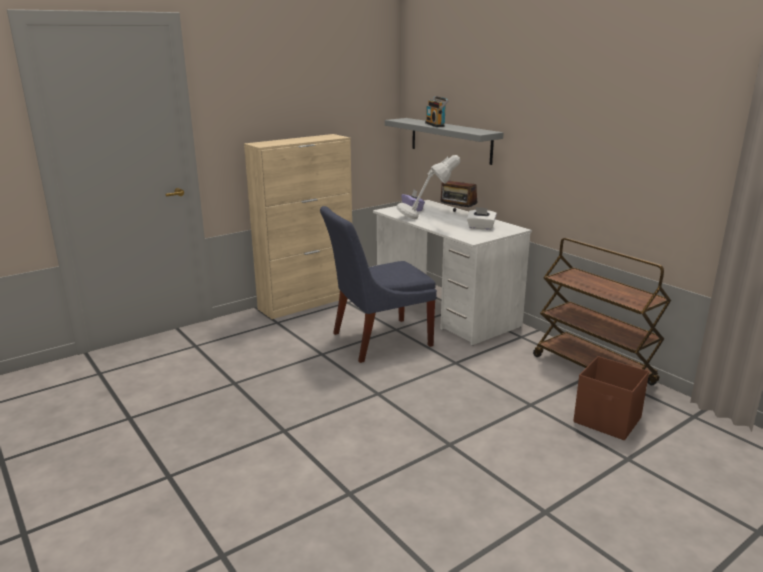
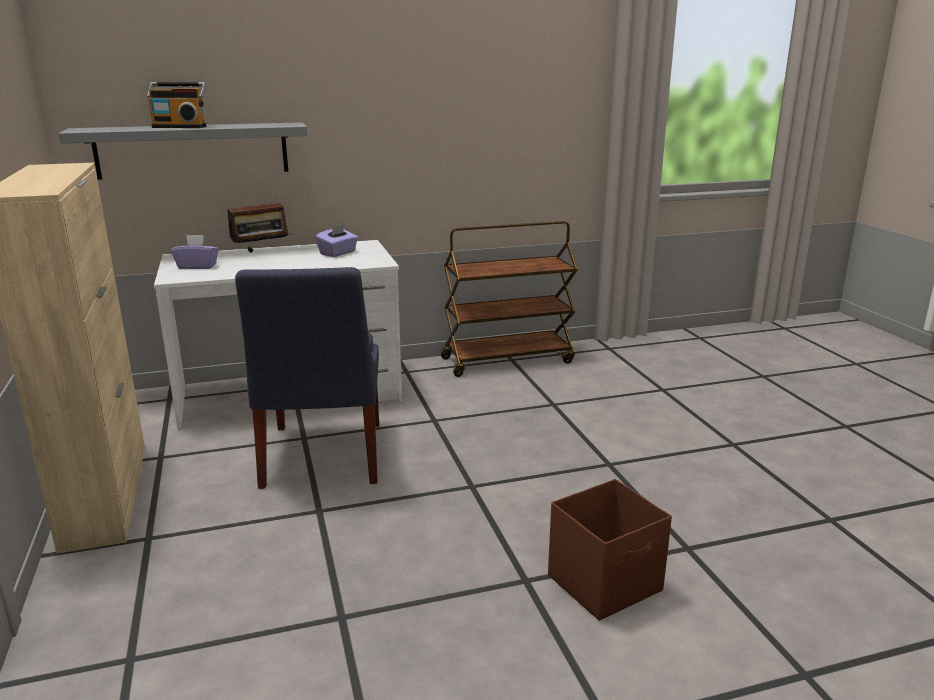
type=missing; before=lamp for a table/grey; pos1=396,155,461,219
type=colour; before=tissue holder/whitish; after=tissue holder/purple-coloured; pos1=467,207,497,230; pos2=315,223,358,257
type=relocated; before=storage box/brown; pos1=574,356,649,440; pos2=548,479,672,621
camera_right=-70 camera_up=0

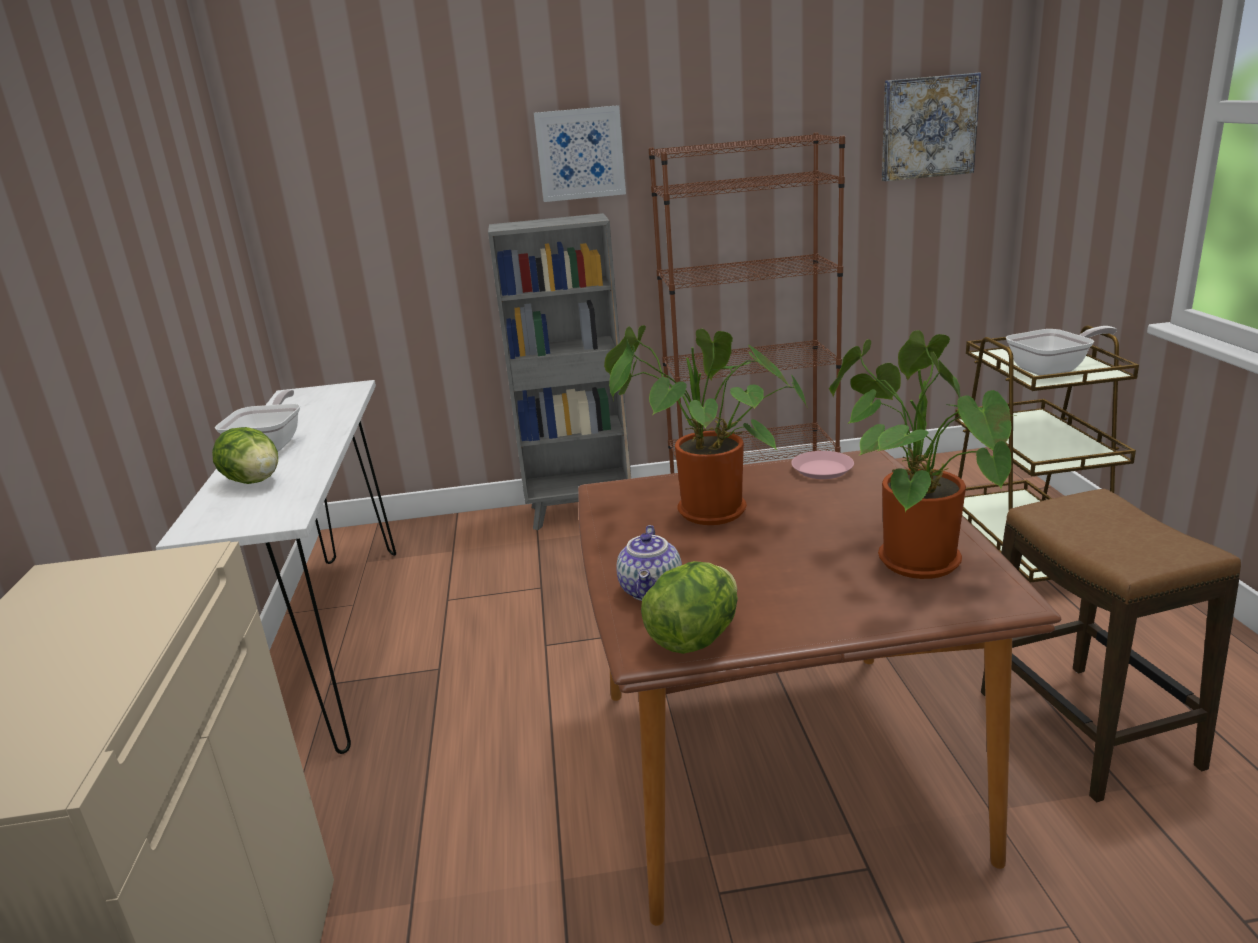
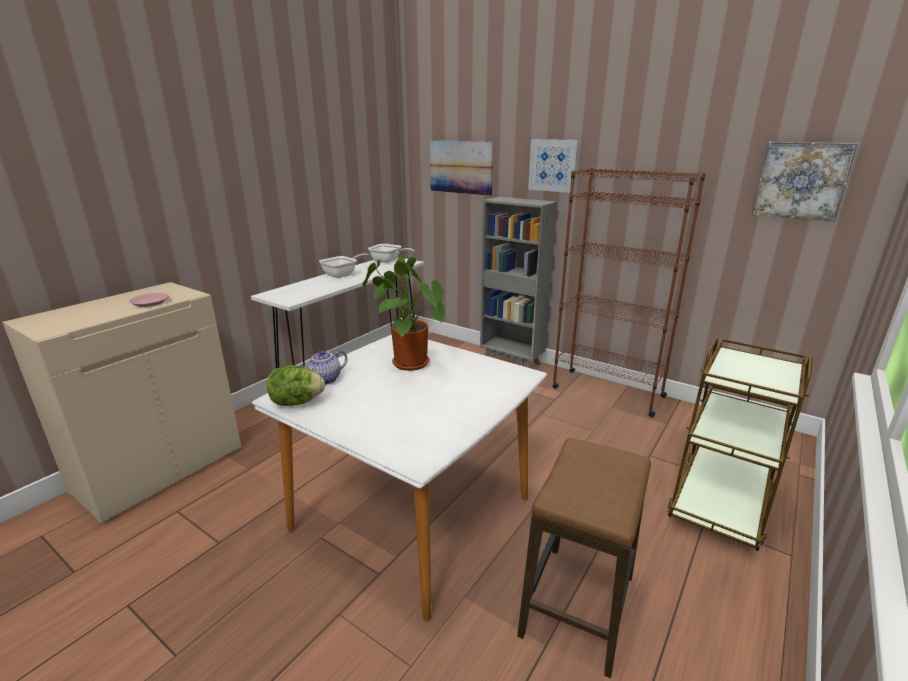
type=missing; before=head of lettuce; pos1=212,427,278,484
type=colour; before=dining table/brown; after=dining table/whitish; pos1=578,449,1061,926; pos2=252,335,547,621
type=relocated; before=dinner plate/pink-coloured; pos1=791,451,854,479; pos2=129,293,169,307
type=missing; before=houseplant; pos1=829,330,1015,579
type=relocated; before=skillet; pos1=1006,326,1117,375; pos2=368,244,415,263
type=appeared; after=wall picture; pos2=430,141,493,196
camera_right=40 camera_up=0

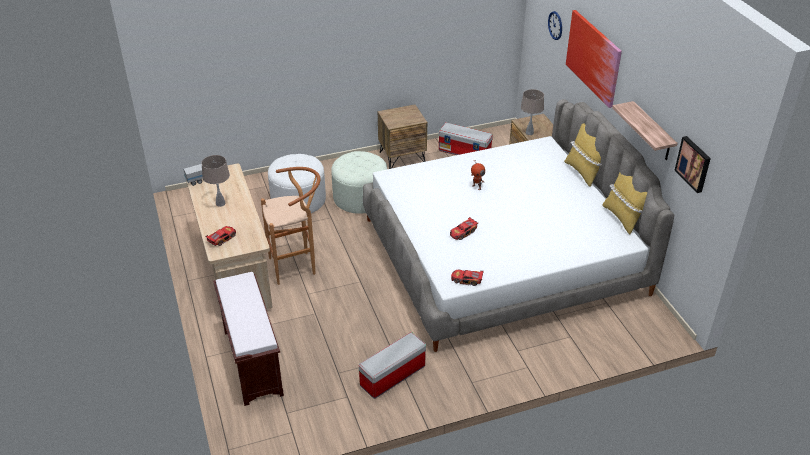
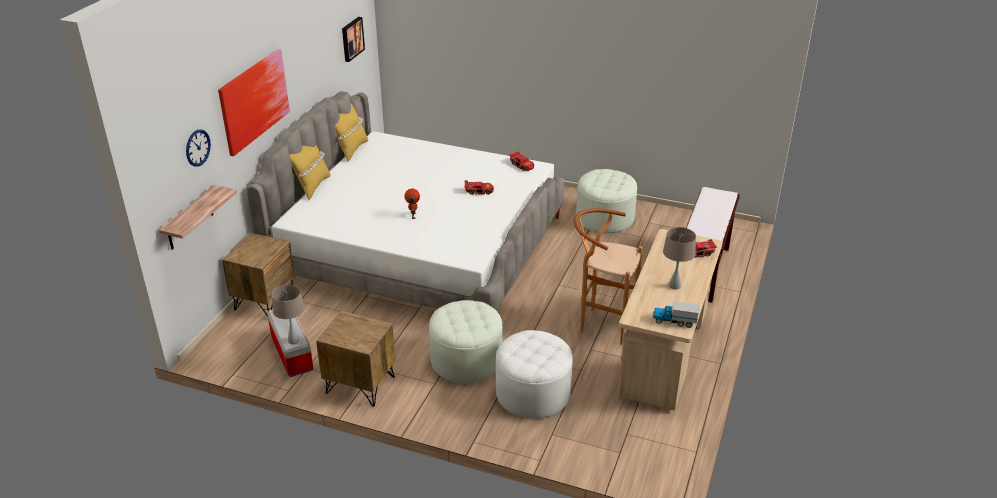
type=exchanged; before=storage box; after=pouffe/whitish; pos1=359,332,426,399; pos2=576,169,637,233
type=relocated; before=lamp for a table/beige-coloured; pos1=521,89,544,135; pos2=272,285,305,344
type=relocated; before=bracket shelf; pos1=612,101,678,160; pos2=158,185,237,249
camera_right=-140 camera_up=-5

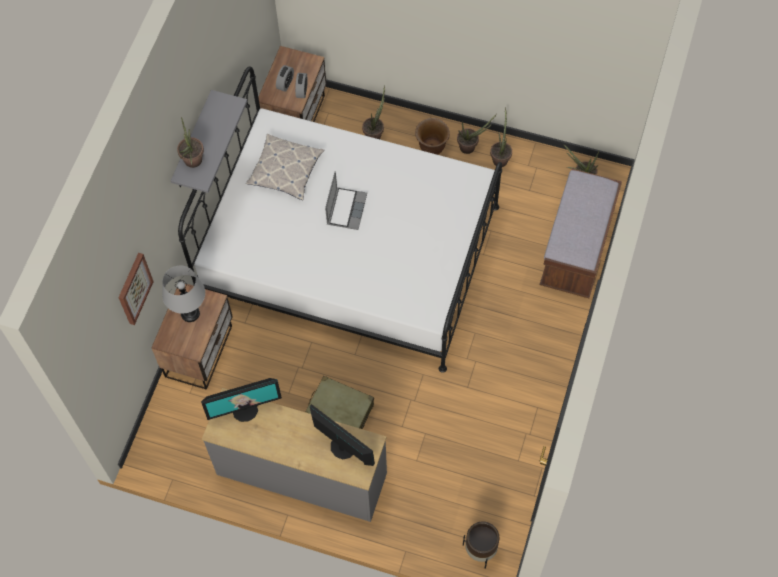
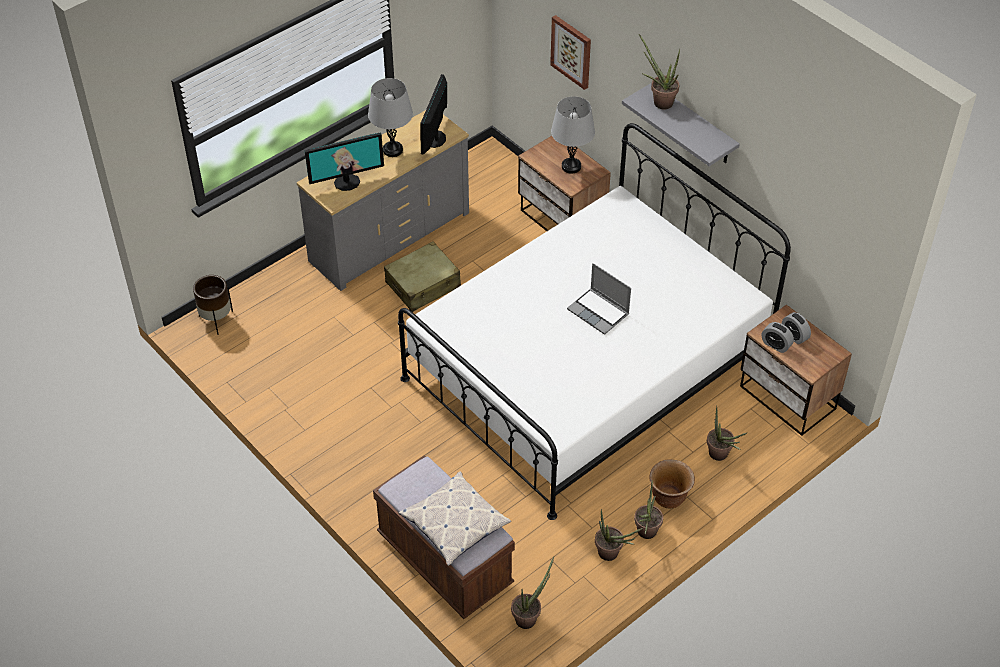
type=relocated; before=throw pillow; pos1=246,134,324,200; pos2=399,471,511,566
type=appeared; after=lamp for a table/grey; pos2=368,78,413,157
camera_right=120 camera_up=-15

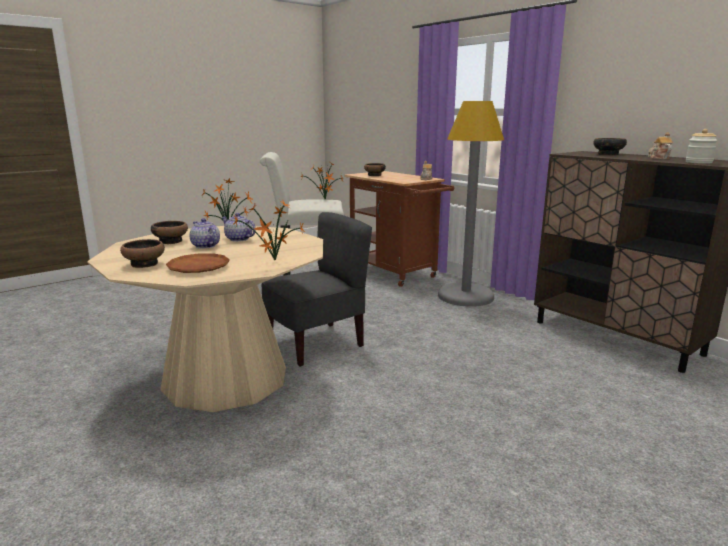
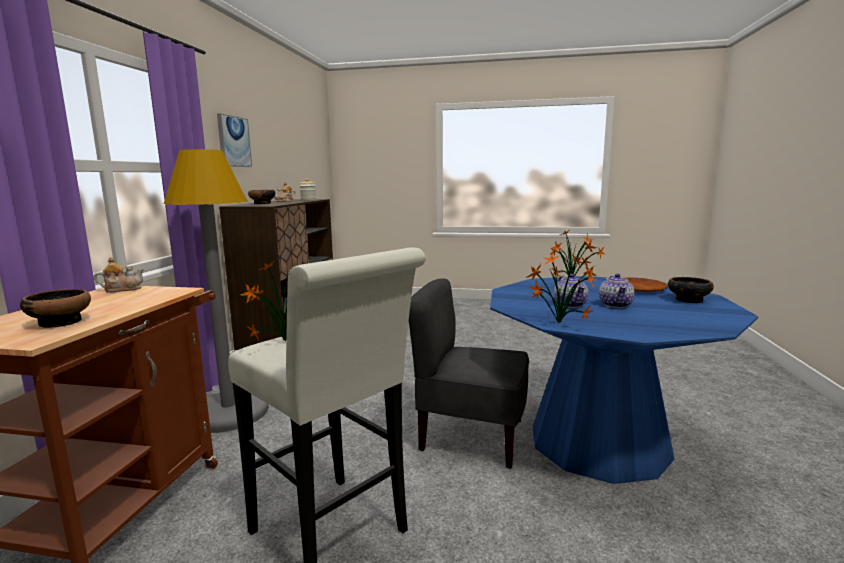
type=colour; before=dining table/beige-coloured; after=dining table/bluish; pos1=87,226,323,412; pos2=490,276,758,484
type=missing; before=deep dish; pos1=151,221,188,244
type=appeared; after=wall picture; pos2=217,113,252,167
camera_right=-130 camera_up=-5

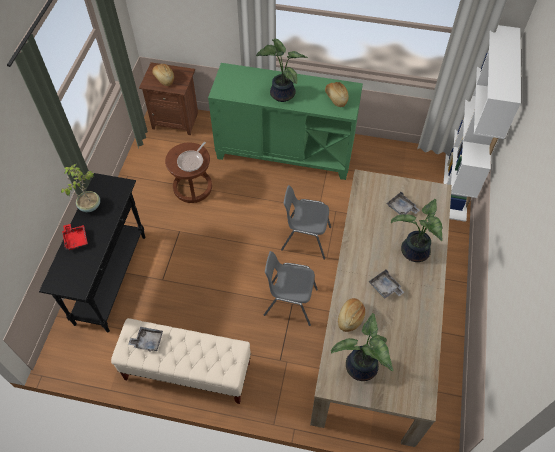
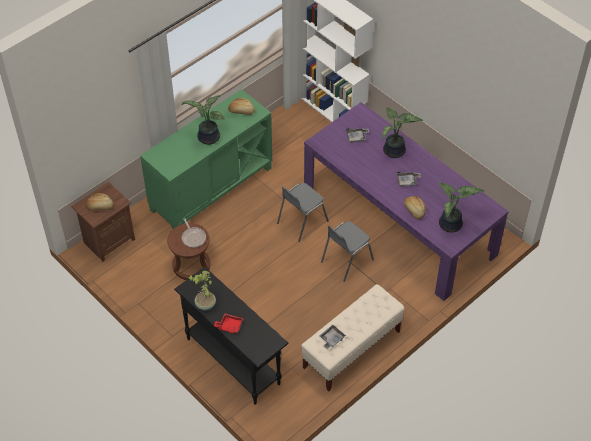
type=colour; before=dining table/beige-coloured; after=dining table/purple-coloured; pos1=310,169,452,447; pos2=304,102,509,301
camera_right=-55 camera_up=-5

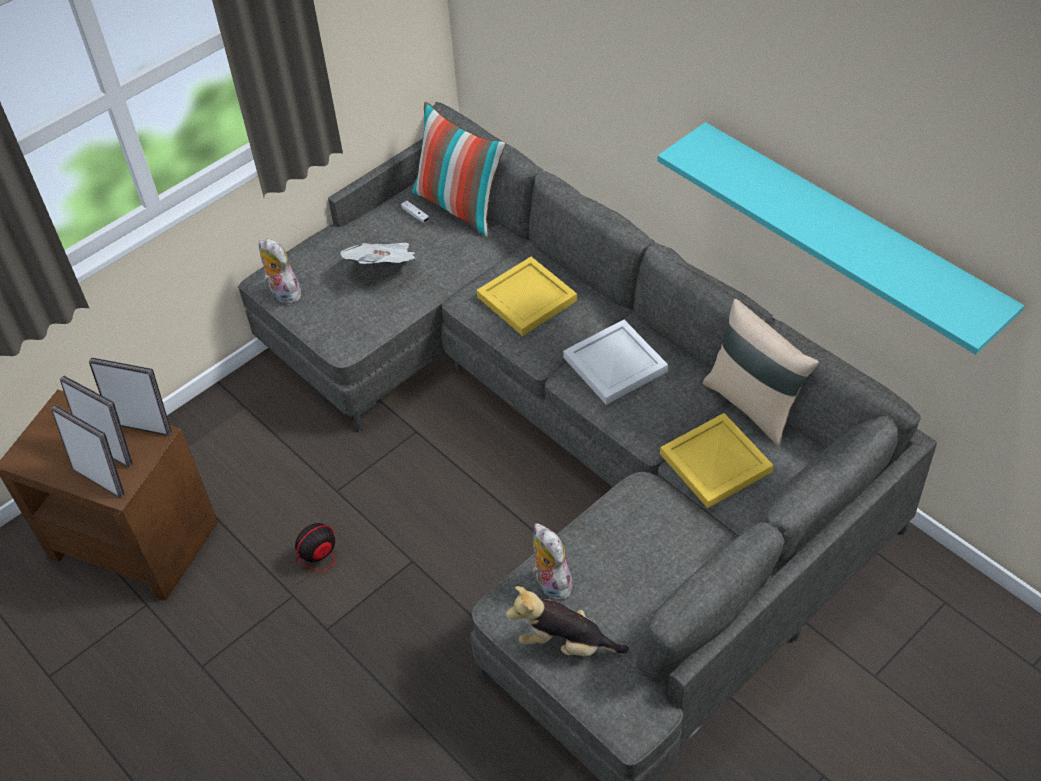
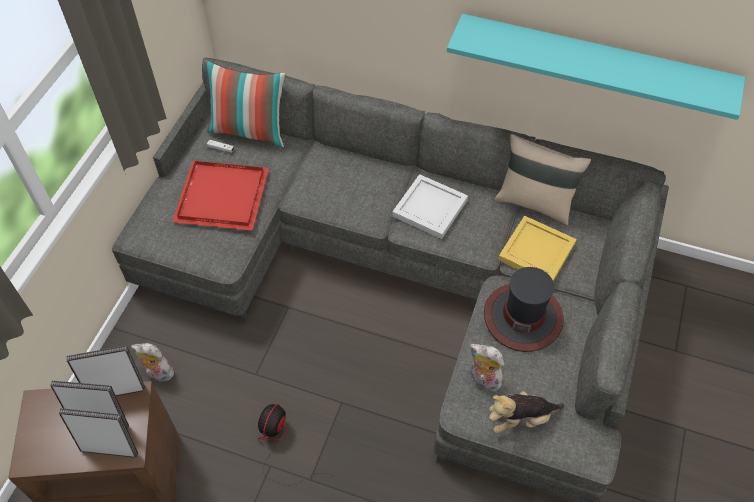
type=relocated; before=cuddly toy; pos1=259,239,305,304; pos2=131,343,174,382
type=exchanged; before=newspaper; after=carrying tray/red-coloured; pos1=340,242,415,264; pos2=172,161,269,231
type=missing; before=carrying tray/yellow; pos1=477,257,577,336
type=appeared; after=wearable hat; pos2=484,267,564,352
camera_right=-30 camera_up=5

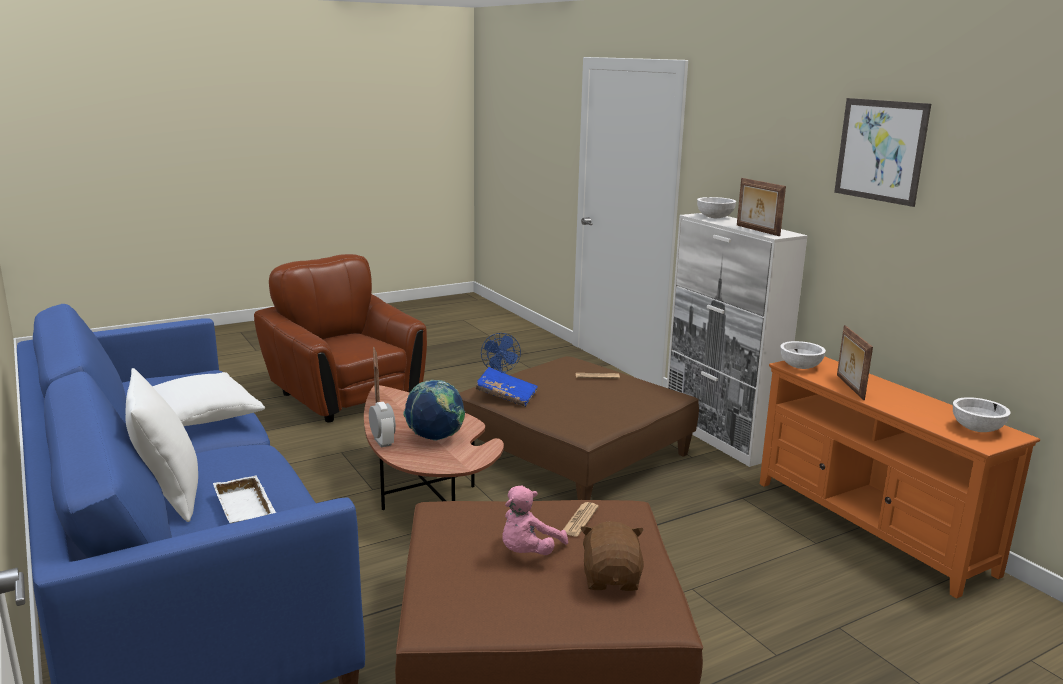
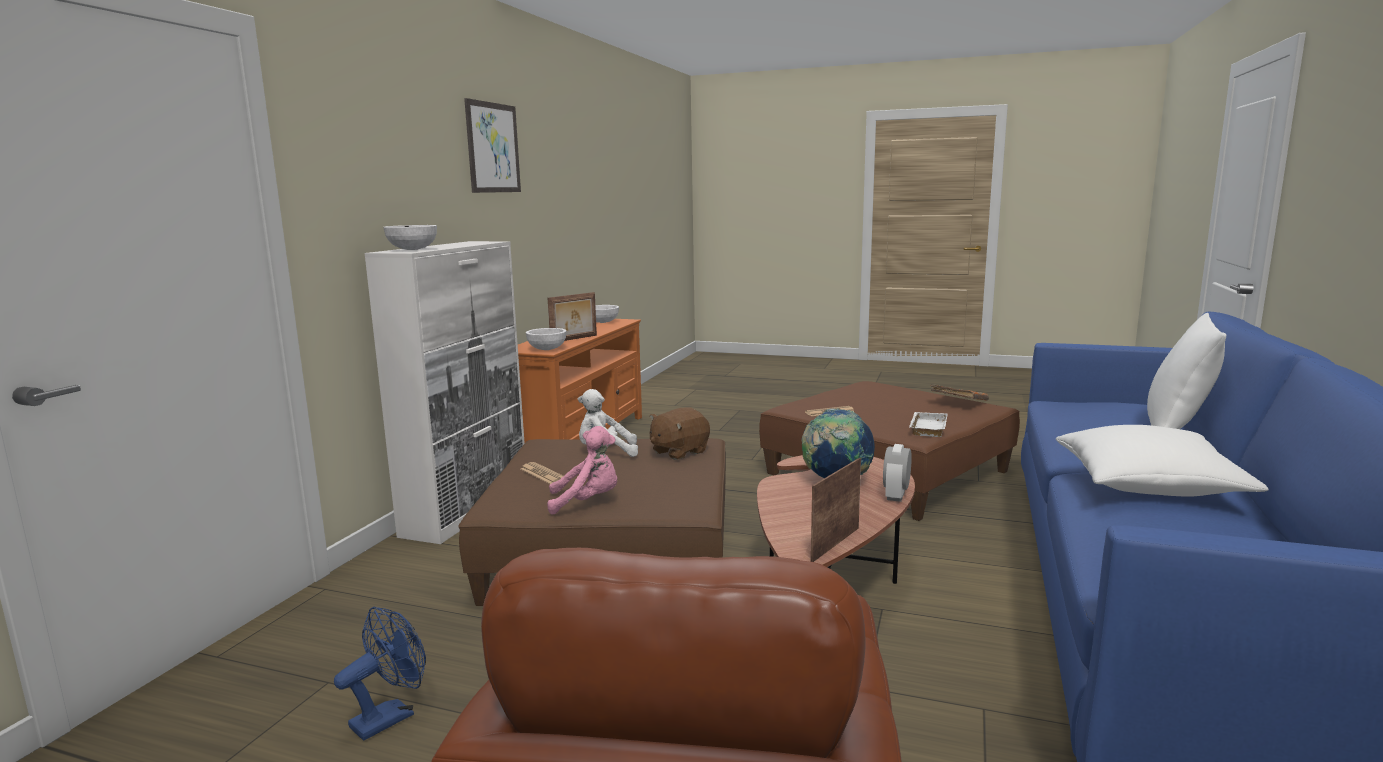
type=relocated; before=carrying tray/whitish; pos1=213,475,276,524; pos2=909,412,947,437
type=missing; before=book/bluish; pos1=475,367,538,407
type=relocated; before=cuddly toy/pink-coloured; pos1=502,485,568,555; pos2=547,426,617,515
type=relocated; before=cuddly toy/brown; pos1=580,521,644,591; pos2=650,407,710,460
type=missing; before=standing frame; pos1=737,178,786,236
type=appeared; after=cuddly toy/whitish; pos2=578,389,638,457
type=appeared; after=book/orangey; pos2=931,384,989,401
camera_right=-130 camera_up=-5

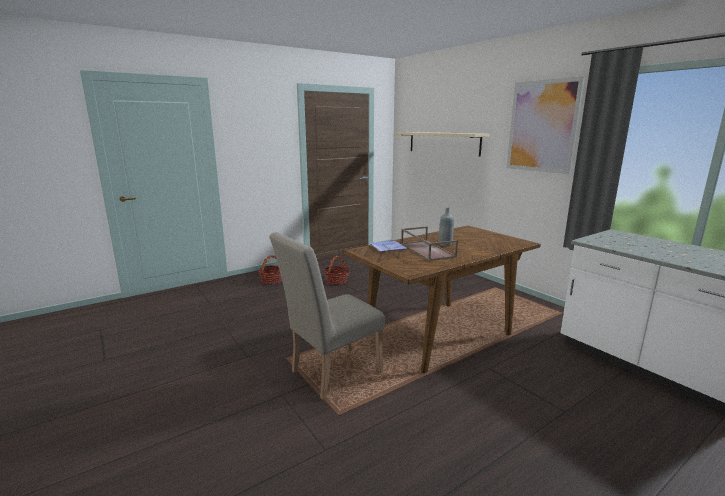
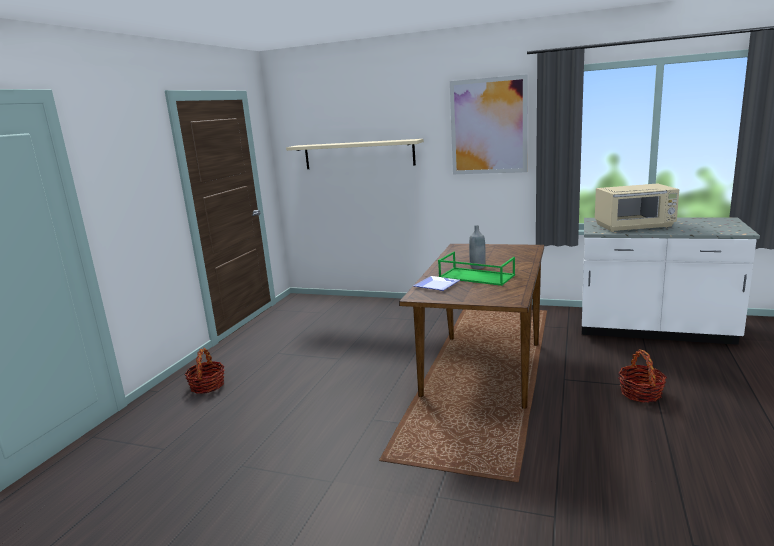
type=missing; before=chair/beige-coloured; pos1=269,232,385,401
type=relocated; before=household basket; pos1=324,256,349,285; pos2=618,349,667,403
type=colour; before=carrying tray/brown; after=carrying tray/greenish; pos1=401,226,458,261; pos2=438,252,515,286
type=appeared; after=kitchen microwave/beige-coloured; pos2=595,183,679,232
camera_right=-35 camera_up=0

